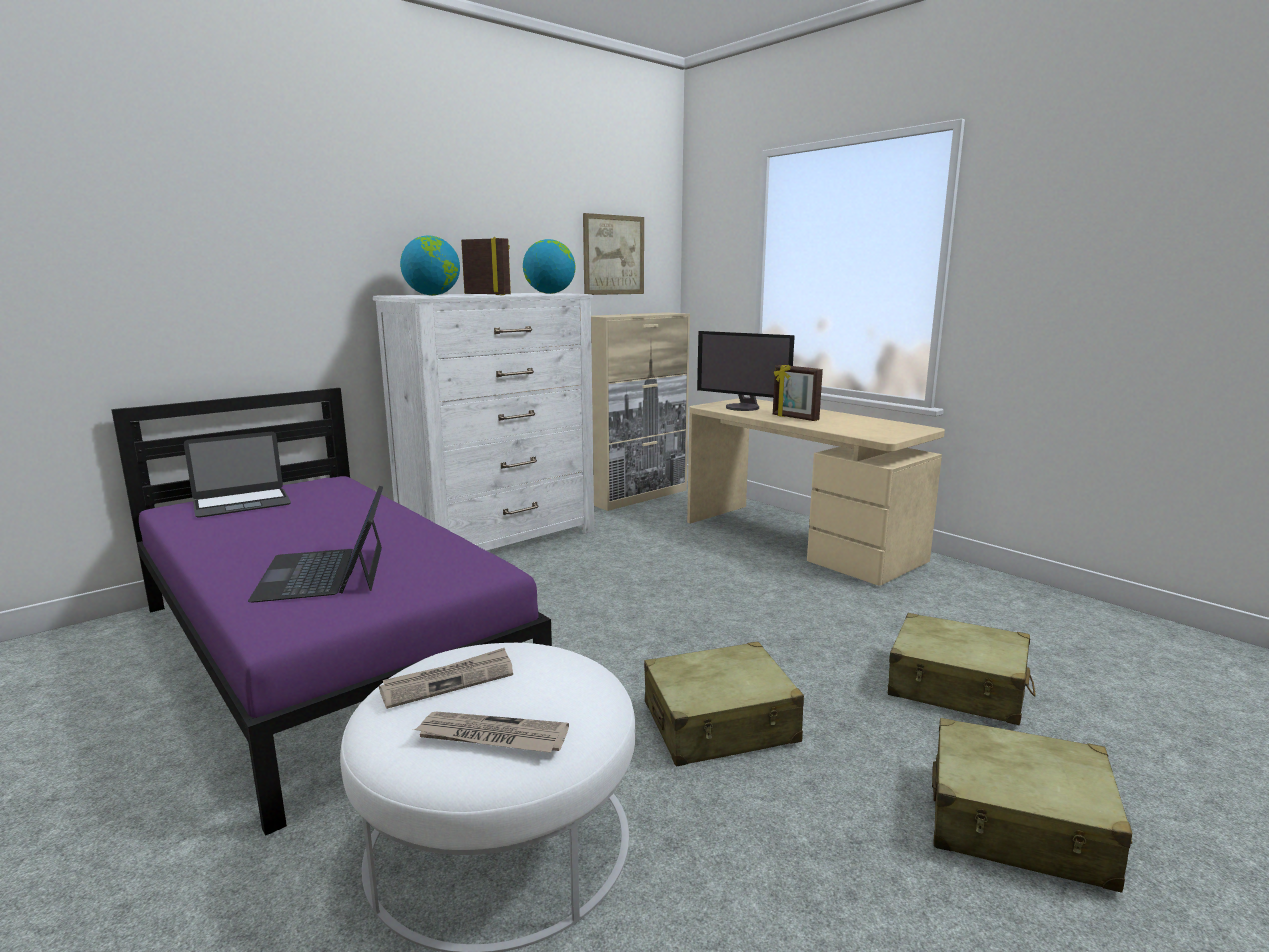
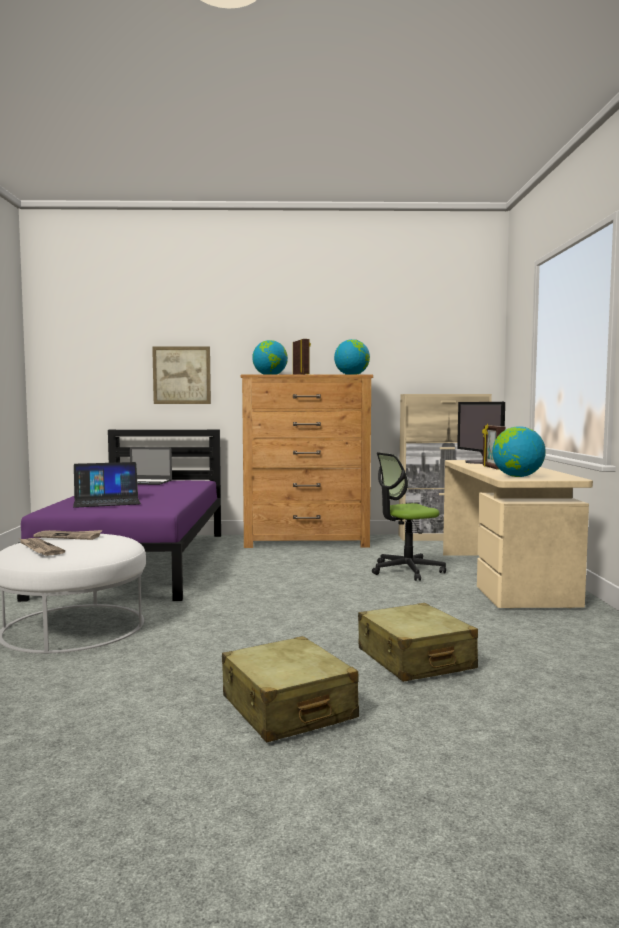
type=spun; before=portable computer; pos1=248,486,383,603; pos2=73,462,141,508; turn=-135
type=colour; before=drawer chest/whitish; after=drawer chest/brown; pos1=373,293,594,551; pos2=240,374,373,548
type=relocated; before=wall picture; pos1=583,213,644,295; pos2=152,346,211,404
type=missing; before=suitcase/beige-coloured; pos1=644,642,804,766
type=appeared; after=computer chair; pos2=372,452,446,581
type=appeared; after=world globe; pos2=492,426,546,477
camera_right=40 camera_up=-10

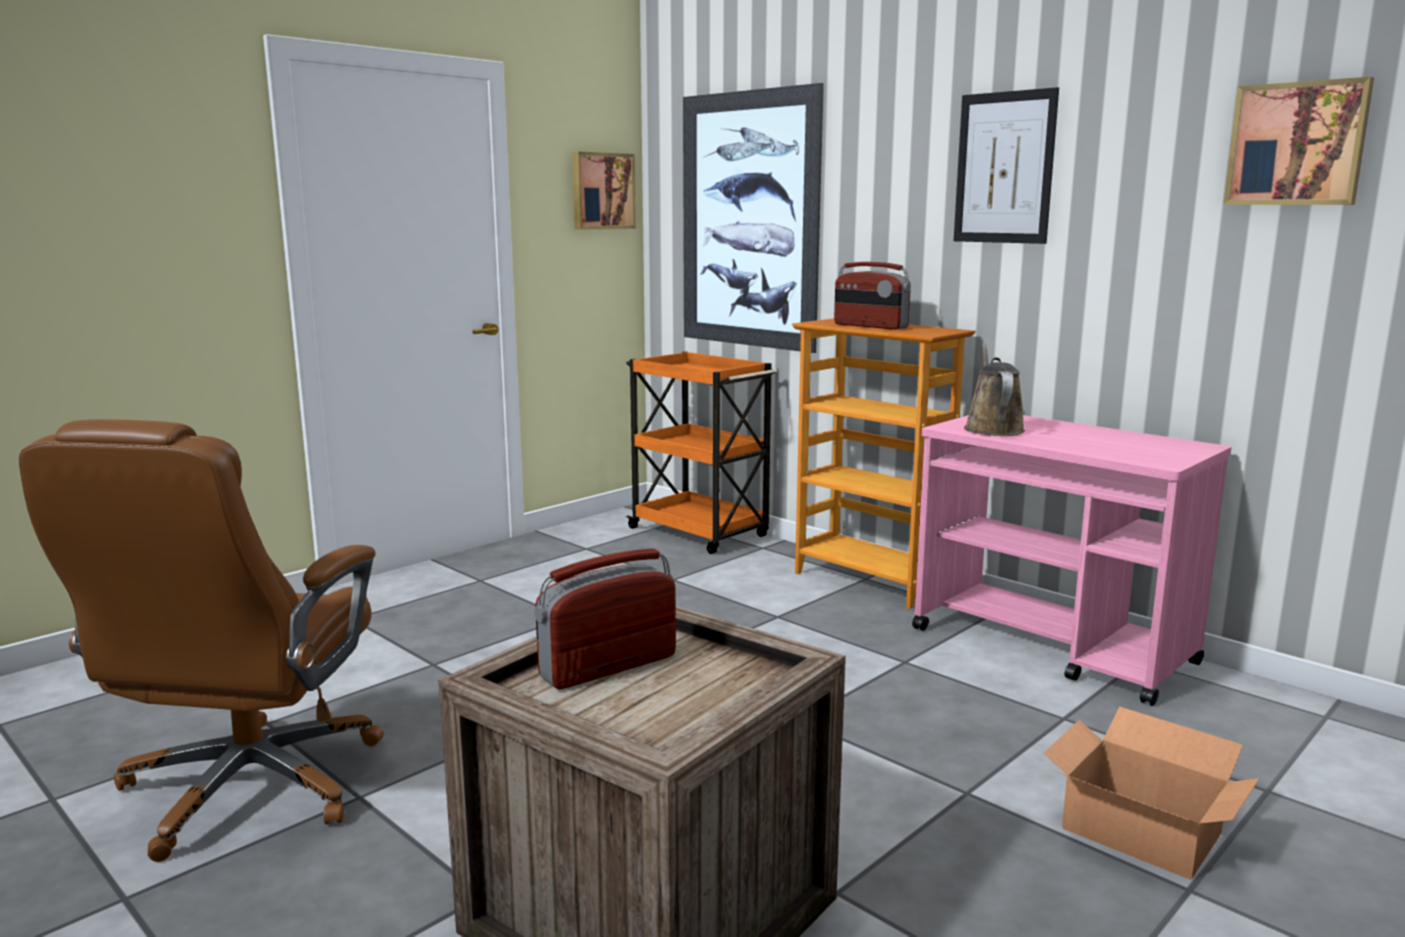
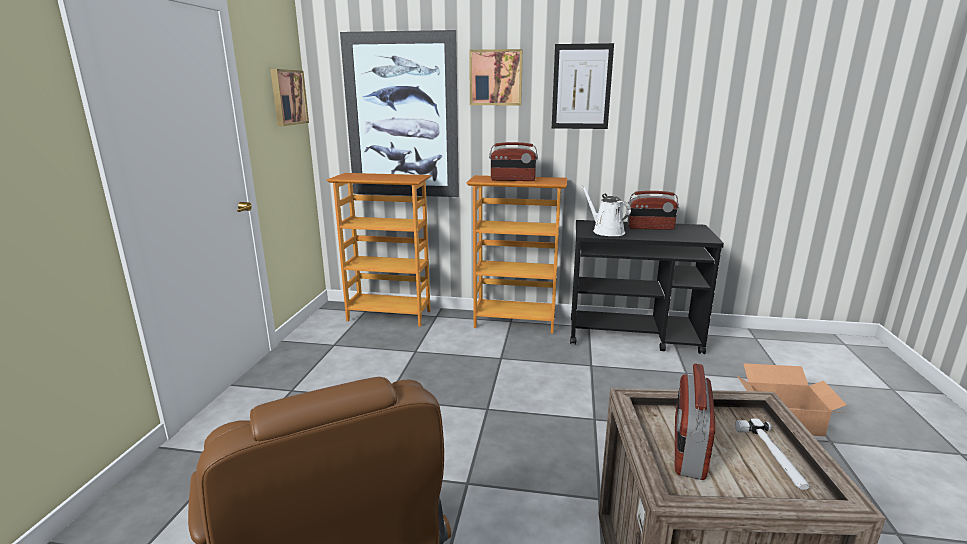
type=exchanged; before=trolley/orangey; after=bookshelf; pos1=626,351,777,554; pos2=326,173,431,327
type=colour; before=trolley/pink-coloured; after=trolley/blackish; pos1=912,415,1232,706; pos2=570,220,724,354
type=colour; before=watering can/brown; after=watering can/whitish; pos1=964,343,1025,436; pos2=581,185,631,236
type=relocated; before=wall picture; pos1=1223,77,1374,205; pos2=469,49,523,105
type=appeared; after=radio receiver; pos2=627,191,679,230
type=appeared; after=hammer; pos2=735,418,809,490
camera_right=-35 camera_up=5

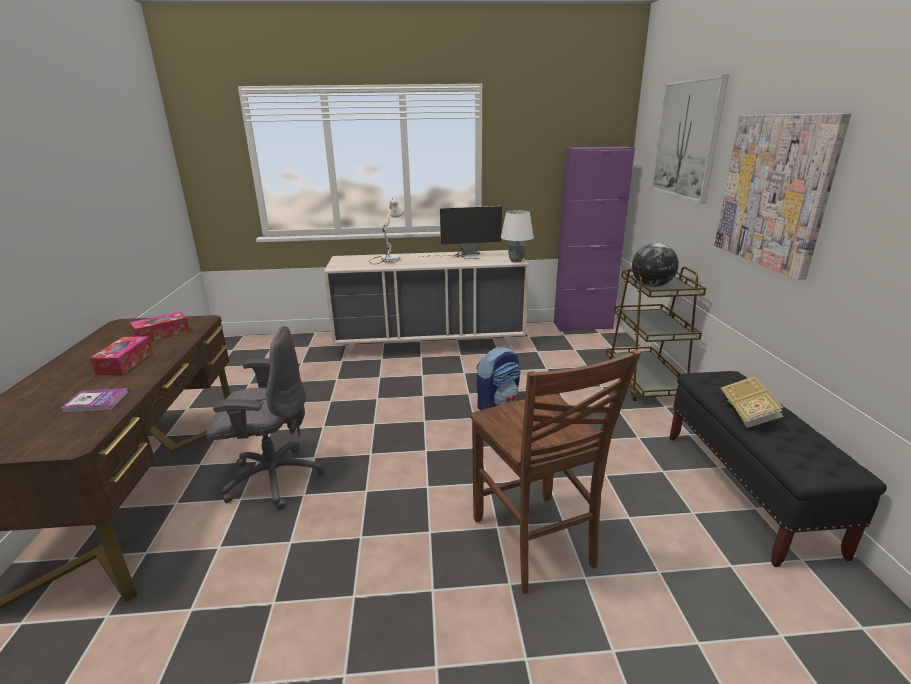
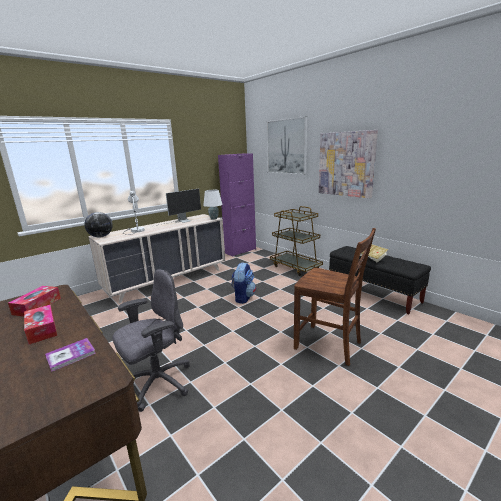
type=relocated; before=world globe; pos1=632,243,679,287; pos2=84,212,113,237
camera_right=-35 camera_up=-5

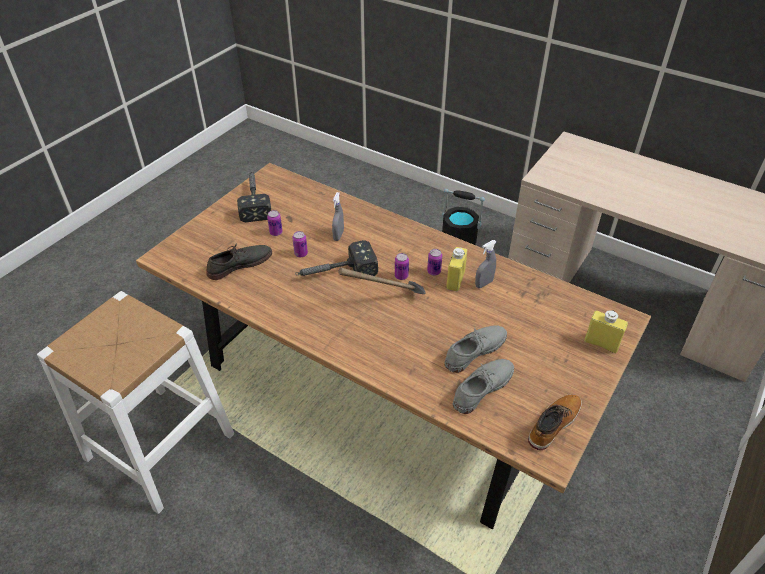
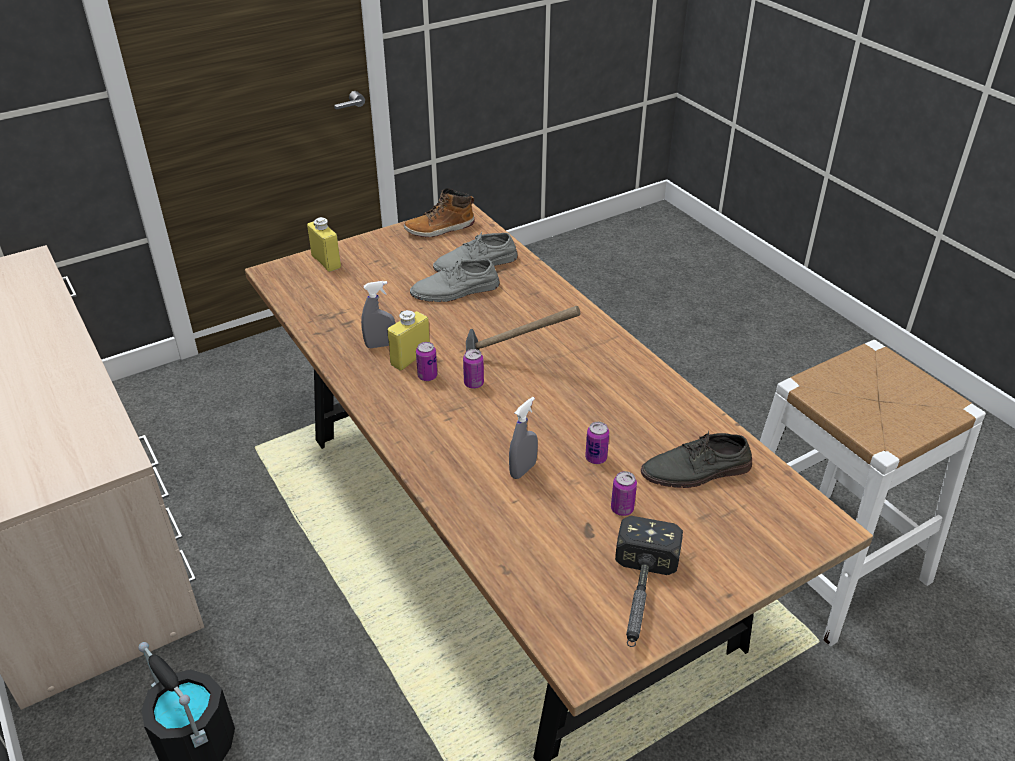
type=missing; before=hammer; pos1=295,240,378,276
camera_right=-155 camera_up=-5

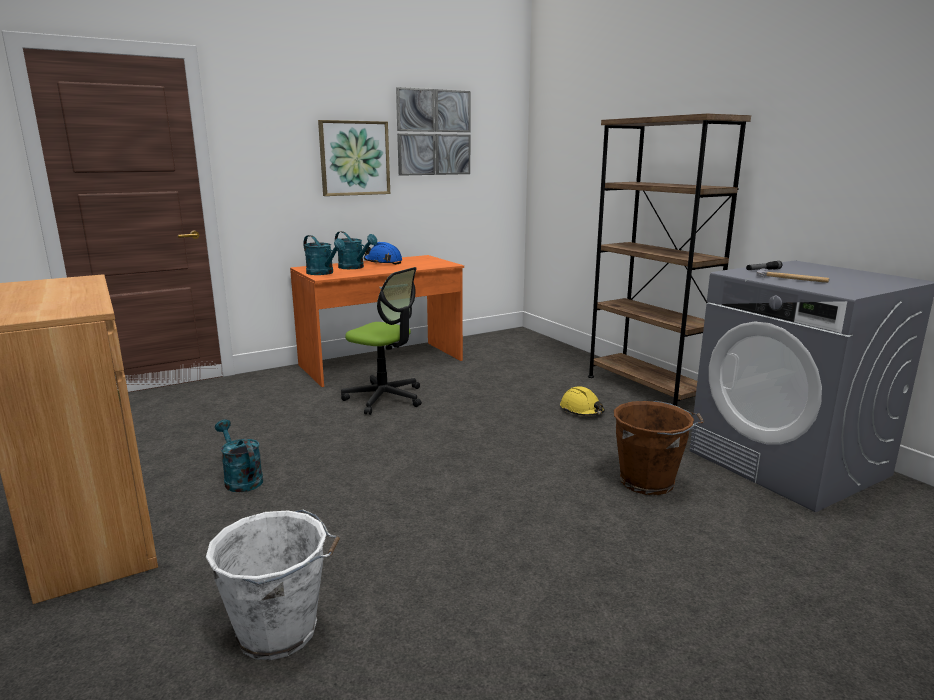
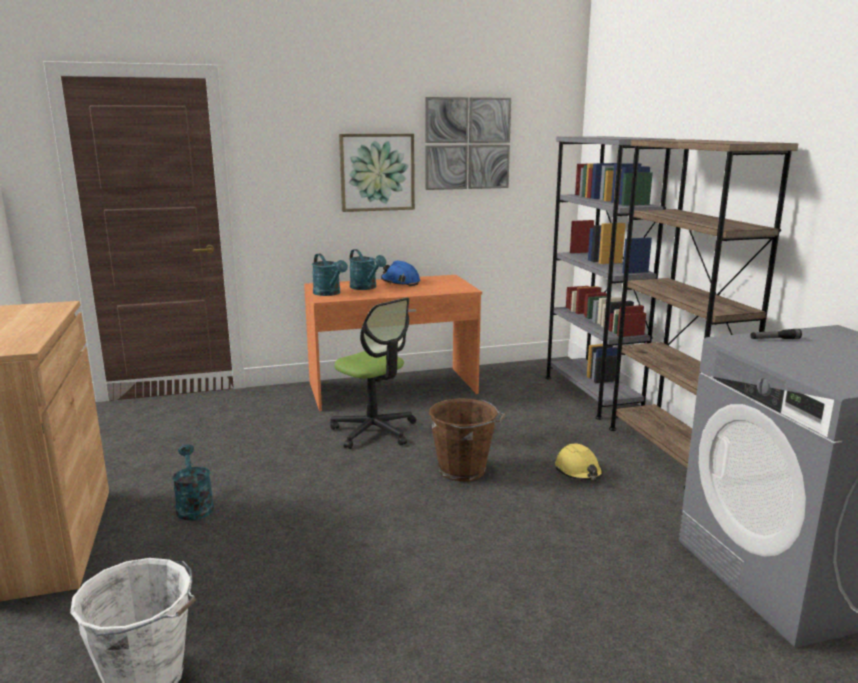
type=relocated; before=pail/brown; pos1=614,401,704,495; pos2=429,398,506,482
type=missing; before=hammer; pos1=756,268,829,283
type=appeared; after=bookshelf/grey; pos2=545,136,675,420
camera_right=15 camera_up=0

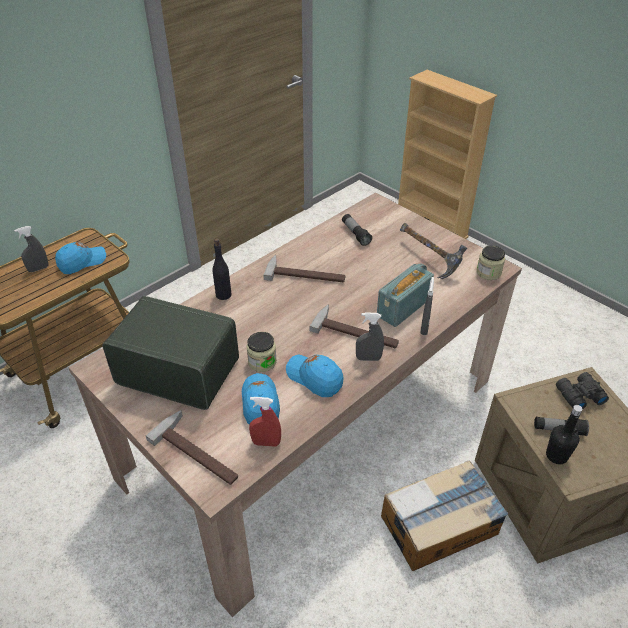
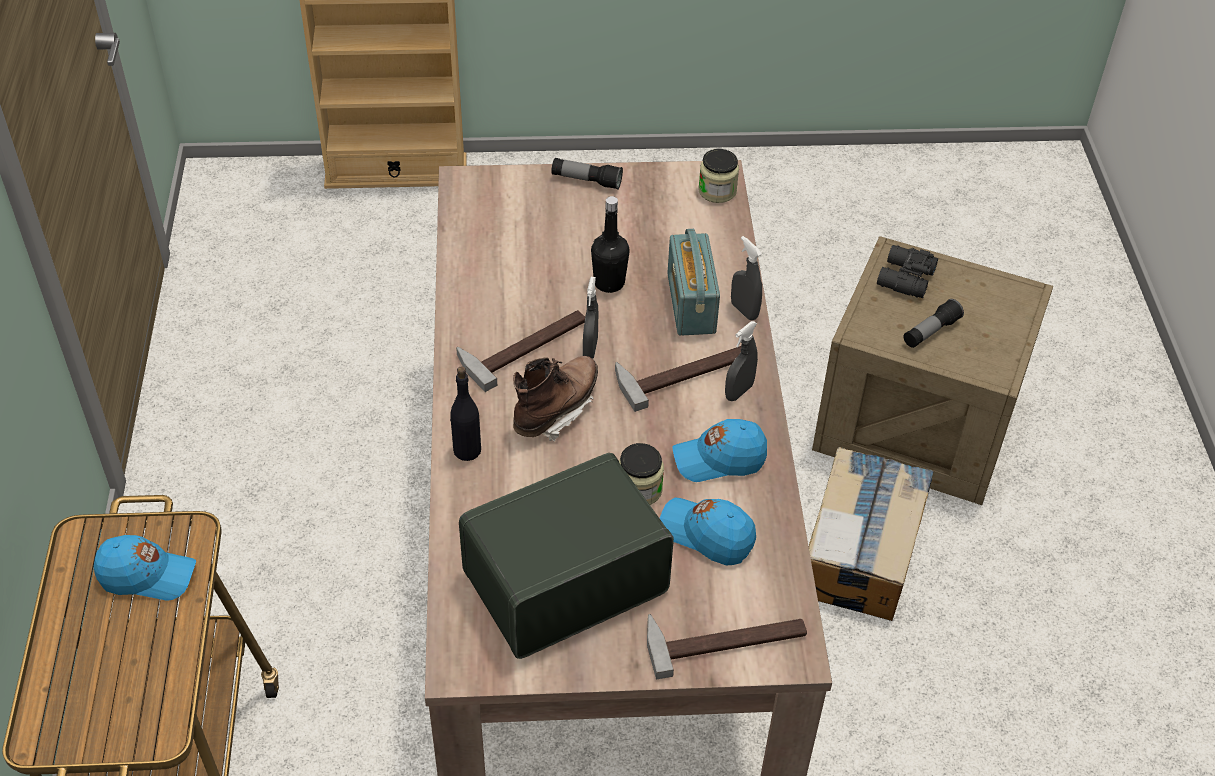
type=relocated; before=hand sprayer/grey; pos1=14,226,48,272; pos2=583,277,598,359
type=spun; before=peaked cap/bluish; pos1=55,242,106,274; pos2=94,535,196,601; turn=90
type=missing; before=hand sprayer/red-coloured; pos1=249,397,281,447
type=relocated; before=torch; pos1=342,214,372,246; pos2=552,158,623,190
type=missing; before=hammer; pos1=400,223,467,279
type=relocated; before=beverage bottle/blackish; pos1=546,405,583,464; pos2=591,196,630,293
type=appeared; after=tall boot/brown; pos2=513,356,598,442
camera_right=-50 camera_up=5

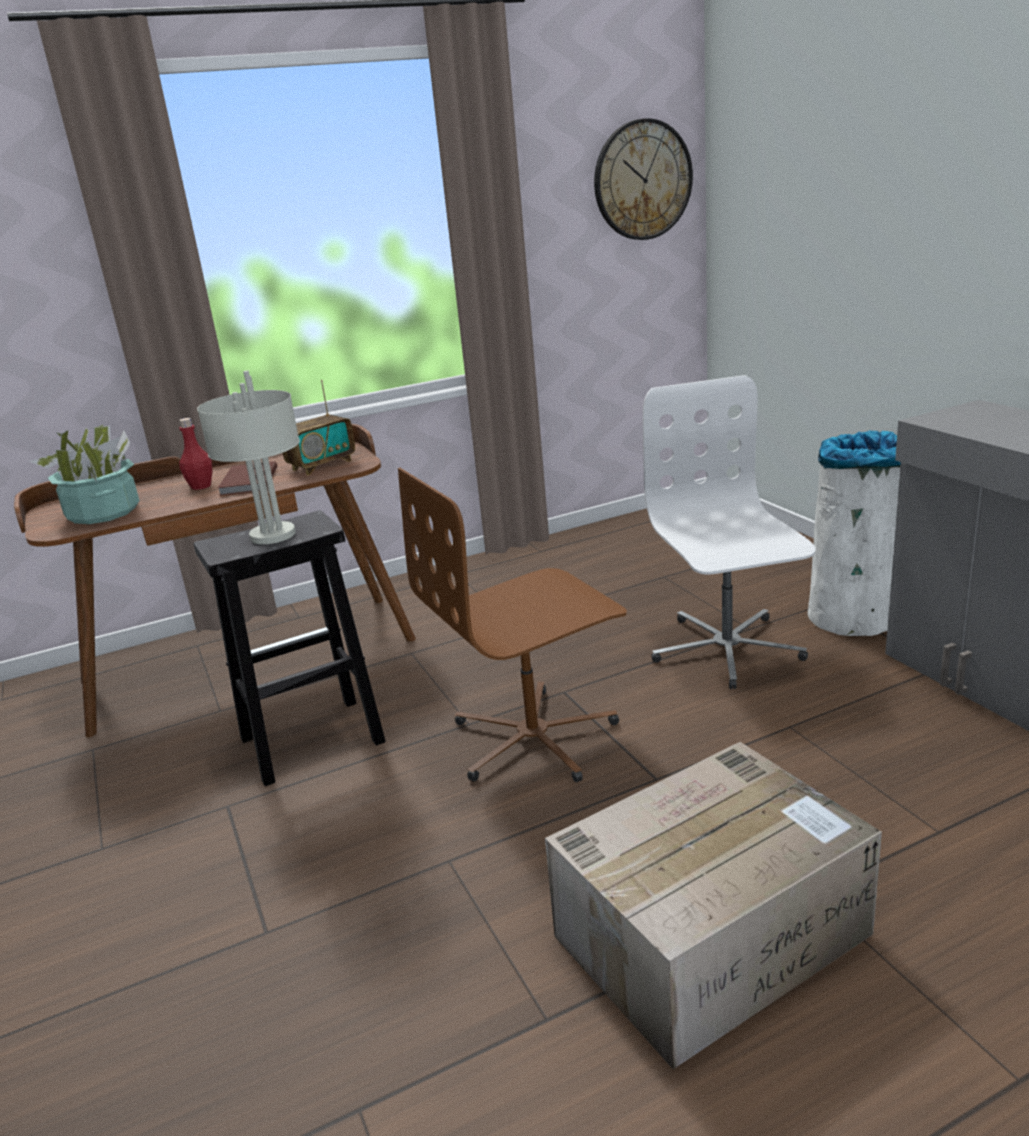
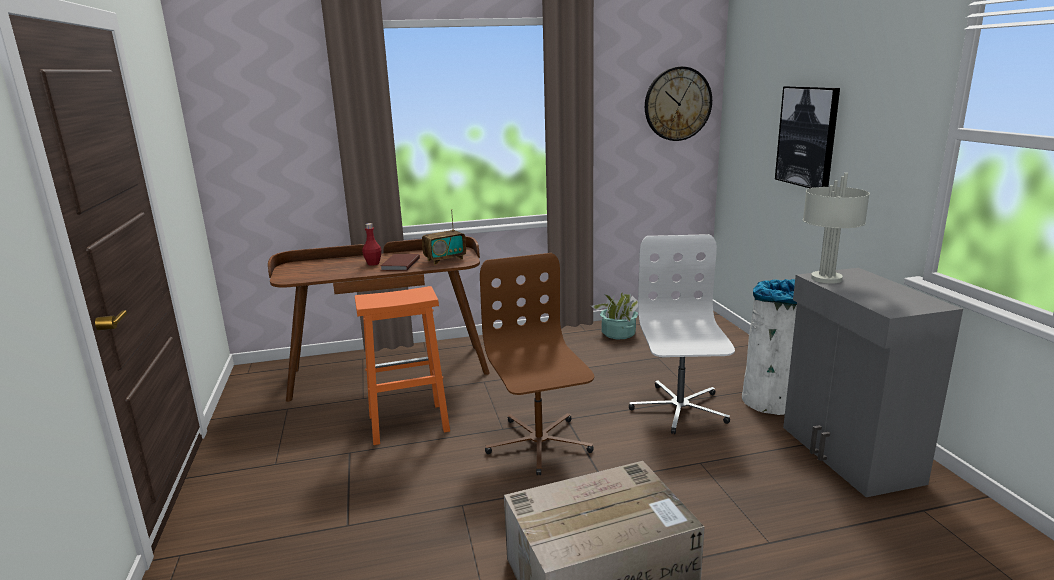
type=relocated; before=houseplant; pos1=29,424,140,524; pos2=591,292,638,340
type=colour; before=sitting stool/blackish; after=sitting stool/orangey; pos1=194,510,386,786; pos2=355,286,450,445
type=relocated; before=lamp for a table/grey; pos1=197,371,300,544; pos2=803,173,870,284
type=spun; before=computer chair/brown; pos1=398,468,627,782; pos2=480,253,594,475; turn=90
type=appeared; after=wall picture; pos2=775,86,840,188
camera_right=10 camera_up=-5

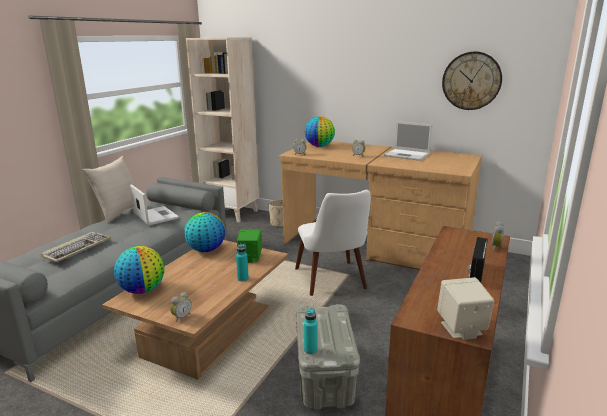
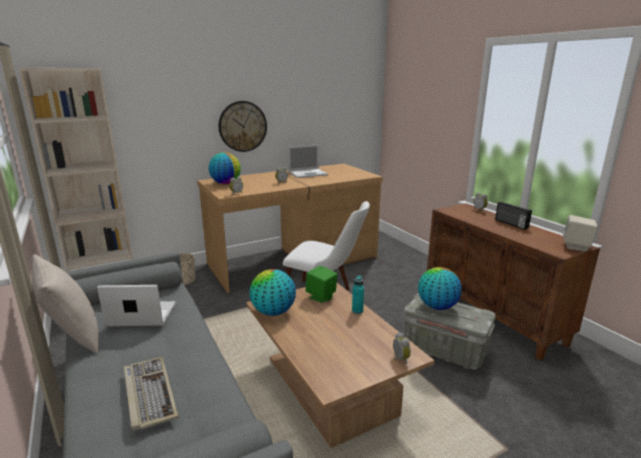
type=relocated; before=world globe; pos1=114,246,164,294; pos2=418,267,462,310
type=missing; before=beverage bottle/blue-green; pos1=304,308,317,354
type=relocated; before=wall clock; pos1=442,51,502,110; pos2=218,101,267,152
camera_right=-55 camera_up=0

